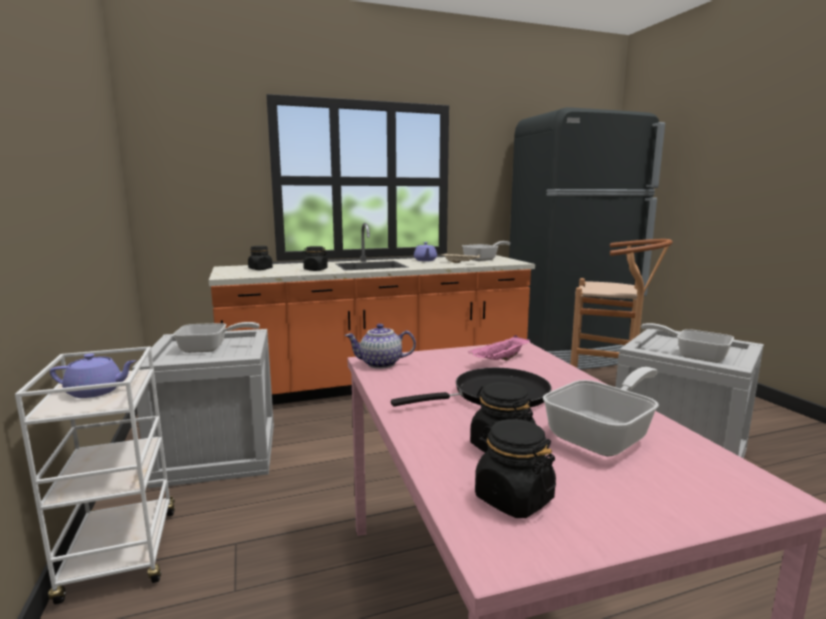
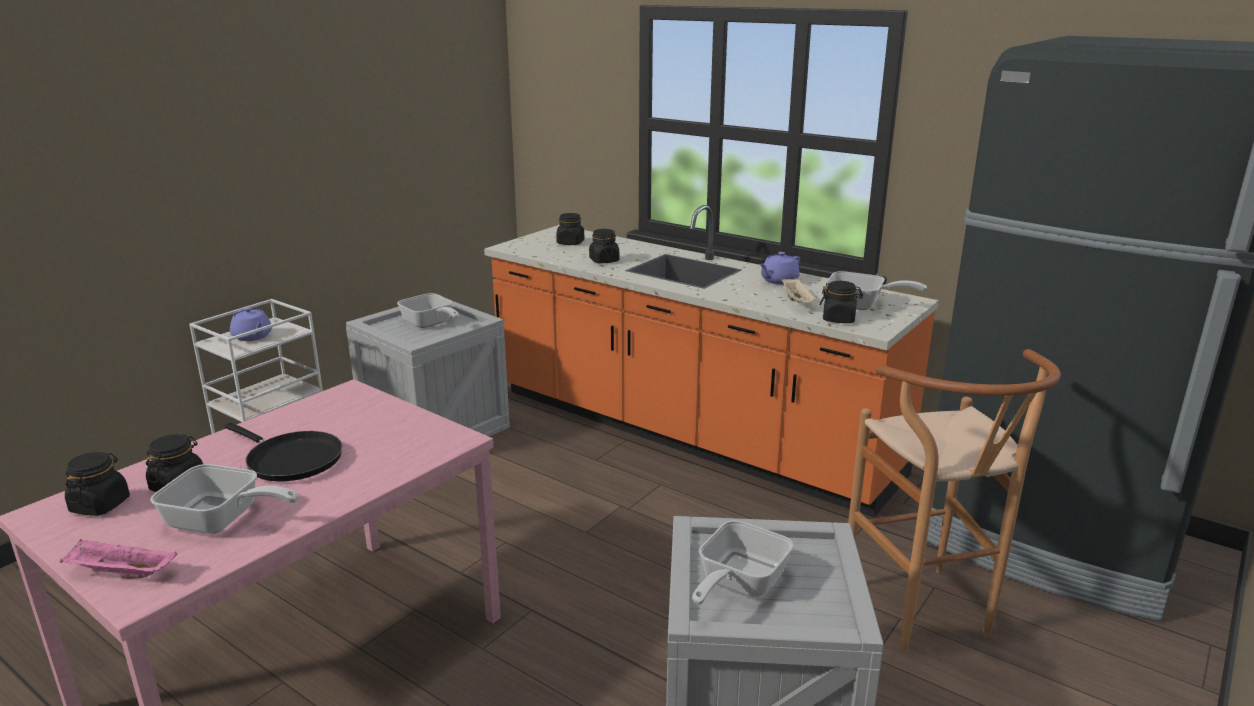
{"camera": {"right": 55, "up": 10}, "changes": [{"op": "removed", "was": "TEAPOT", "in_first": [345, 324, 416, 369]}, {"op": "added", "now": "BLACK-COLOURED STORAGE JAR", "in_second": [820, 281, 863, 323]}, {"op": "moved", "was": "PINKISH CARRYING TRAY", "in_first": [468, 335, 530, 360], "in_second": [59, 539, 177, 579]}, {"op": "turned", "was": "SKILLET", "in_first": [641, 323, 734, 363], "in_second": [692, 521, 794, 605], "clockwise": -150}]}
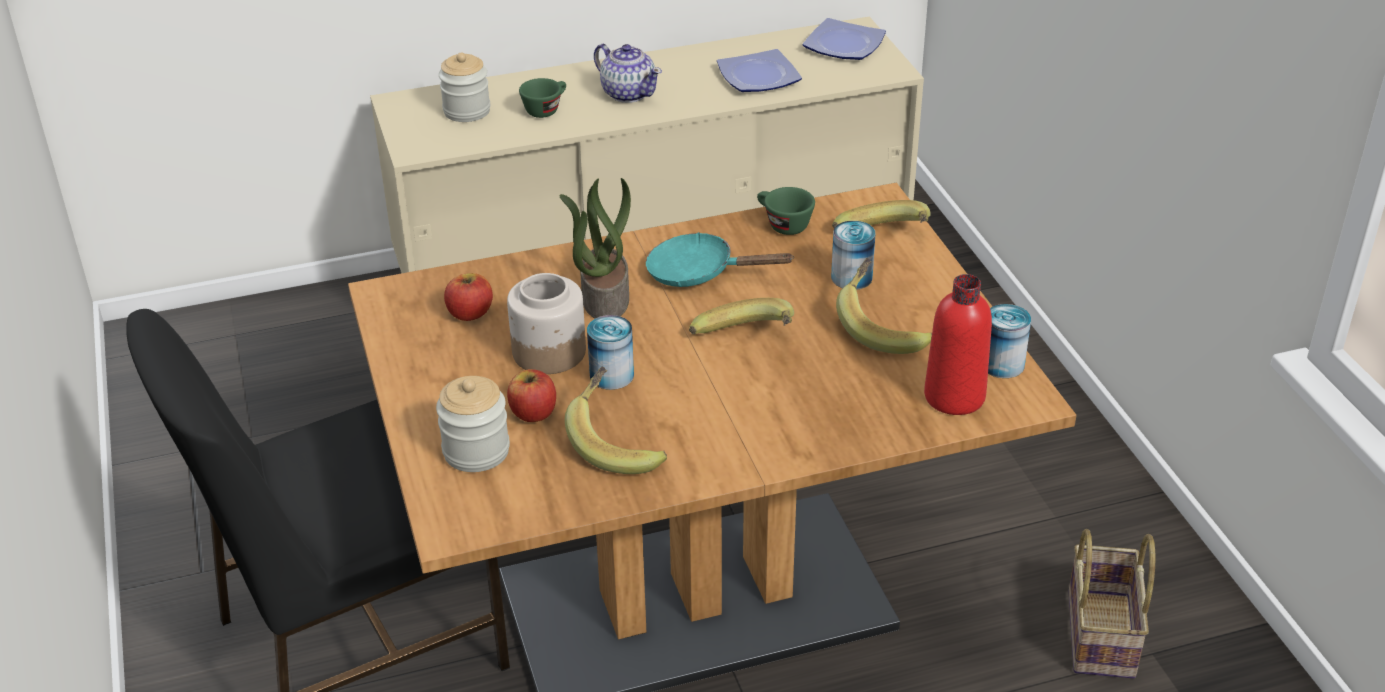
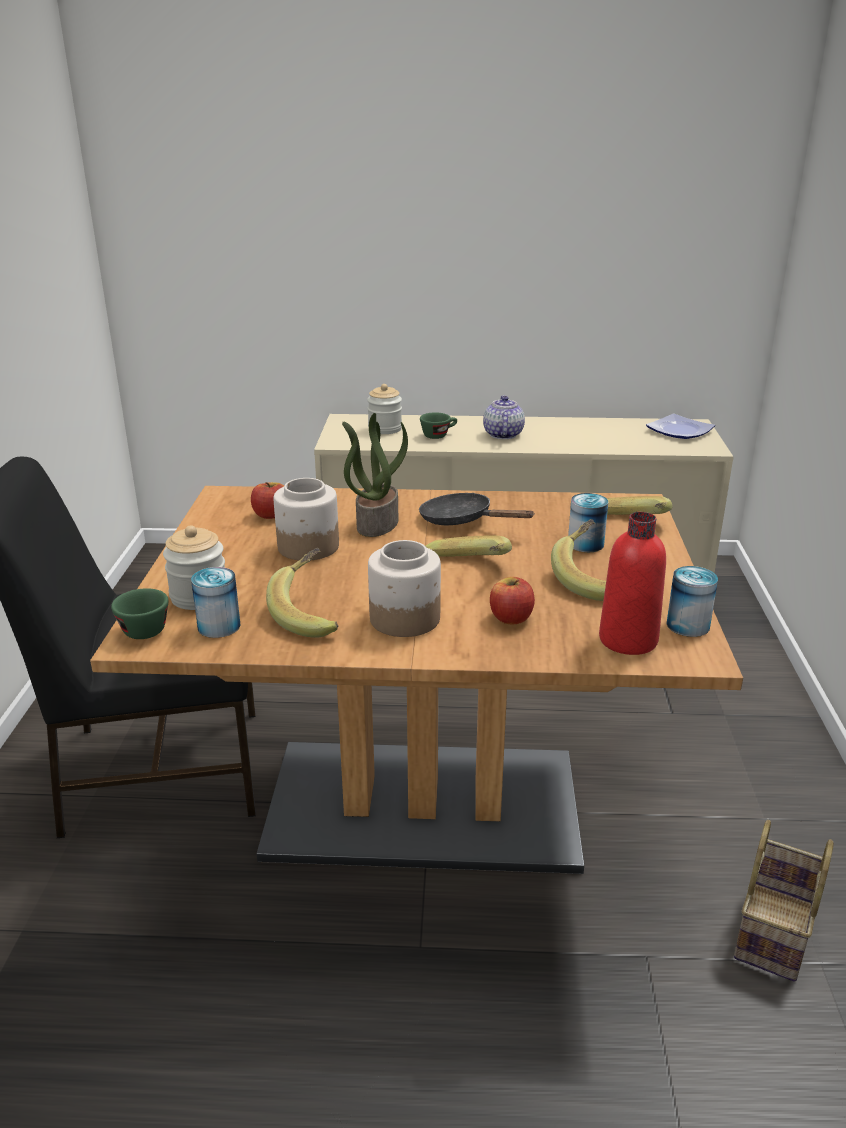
{"camera": {"right": 20, "up": -10}, "changes": [{"op": "removed", "was": "FLAT DISH", "in_first": [717, 49, 802, 92]}, {"op": "added", "now": "STORAGE JAR", "in_second": [368, 540, 441, 637]}, {"op": "moved", "was": "APPLE", "in_first": [507, 369, 556, 422], "in_second": [490, 577, 535, 624]}, {"op": "moved", "was": "METAL CAN", "in_first": [587, 315, 634, 390], "in_second": [191, 567, 241, 638]}, {"op": "moved", "was": "GREENISH DRINKING CUP", "in_first": [757, 187, 815, 235], "in_second": [111, 588, 168, 639]}, {"op": "recoloured", "was": "BLUE-GREEN SKILLET", "now": "BLACK-COLOURED SKILLET", "in_first": [646, 232, 794, 287], "in_second": [419, 493, 535, 525]}, {"op": "turned", "was": "TEAPOT", "in_first": [594, 44, 662, 103], "in_second": [483, 396, 525, 439], "clockwise": -150}]}
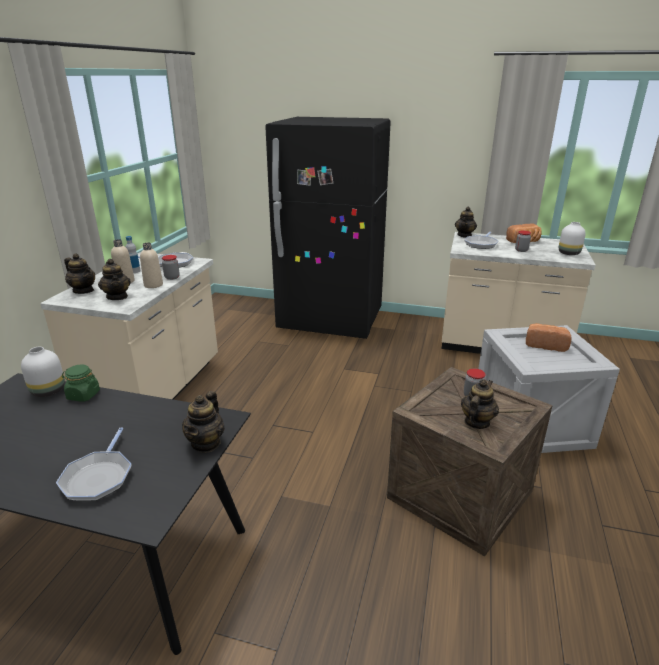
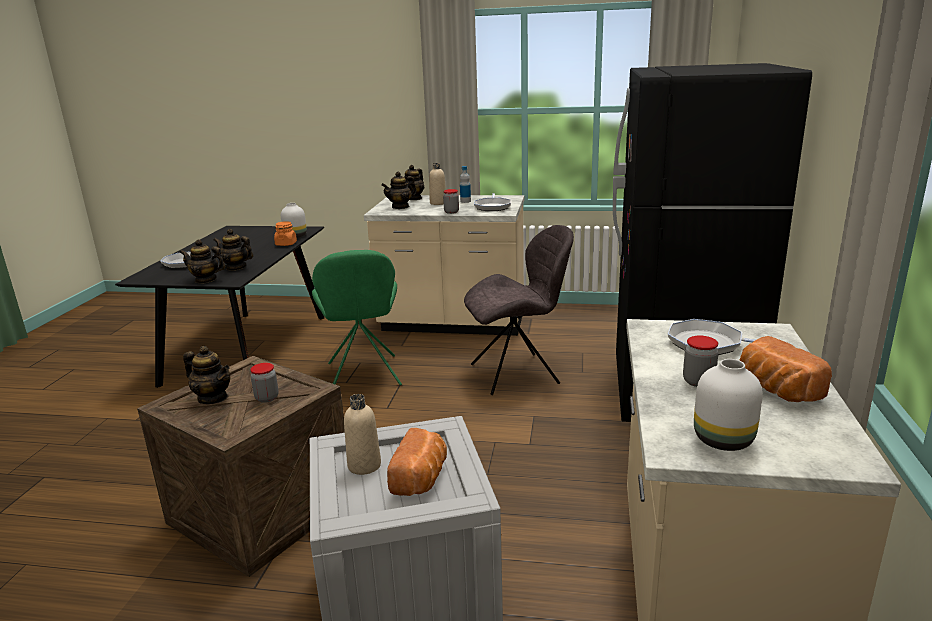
{"camera": {"right": 85, "up": -5}, "changes": [{"op": "added", "now": "GREENISH CHAIR", "in_second": [312, 250, 402, 386]}, {"op": "added", "now": "GREY CHAIR", "in_second": [464, 225, 574, 395]}, {"op": "moved", "was": "BEIGE-COLOURED DRINK BOTTLE", "in_first": [140, 243, 163, 288], "in_second": [344, 394, 381, 475]}, {"op": "moved", "was": "TEAPOT", "in_first": [455, 207, 477, 238], "in_second": [214, 229, 253, 271]}, {"op": "recoloured", "was": "GREENISH STORAGE JAR", "now": "ORANGEY STORAGE JAR", "in_first": [62, 364, 100, 401], "in_second": [274, 221, 297, 246]}]}
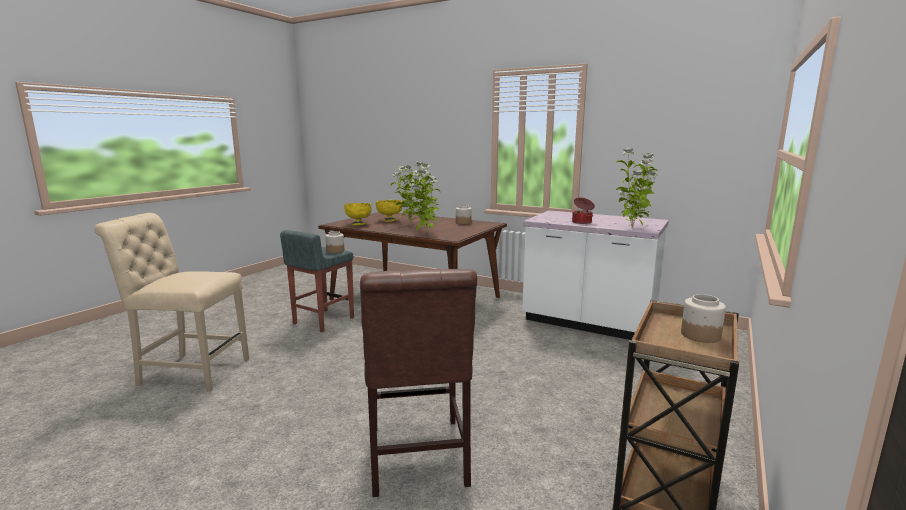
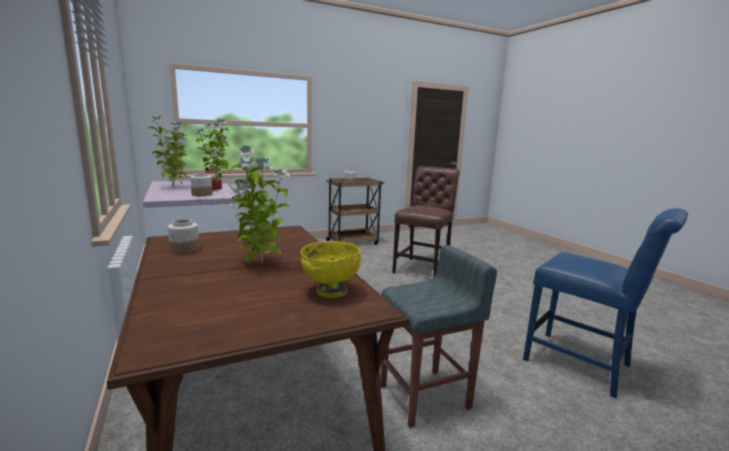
{"camera": {"right": -145, "up": 0}, "changes": [{"op": "removed", "was": "YELLOWISH SERVING BOWL", "in_first": [376, 200, 403, 222]}, {"op": "moved", "was": "STORAGE JAR", "in_first": [325, 231, 344, 253], "in_second": [190, 173, 212, 196]}, {"op": "moved", "was": "POTTED PLANT", "in_first": [408, 163, 441, 233], "in_second": [147, 115, 188, 187]}, {"op": "recoloured", "was": "BEIGE-COLOURED CHAIR", "now": "BLUISH CHAIR", "in_first": [94, 213, 249, 392], "in_second": [523, 208, 688, 398]}]}
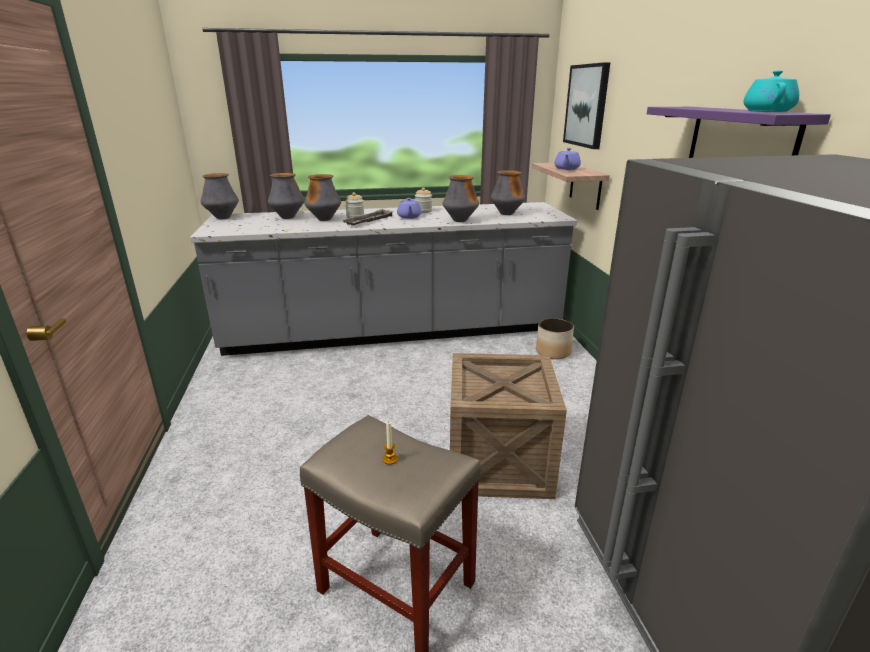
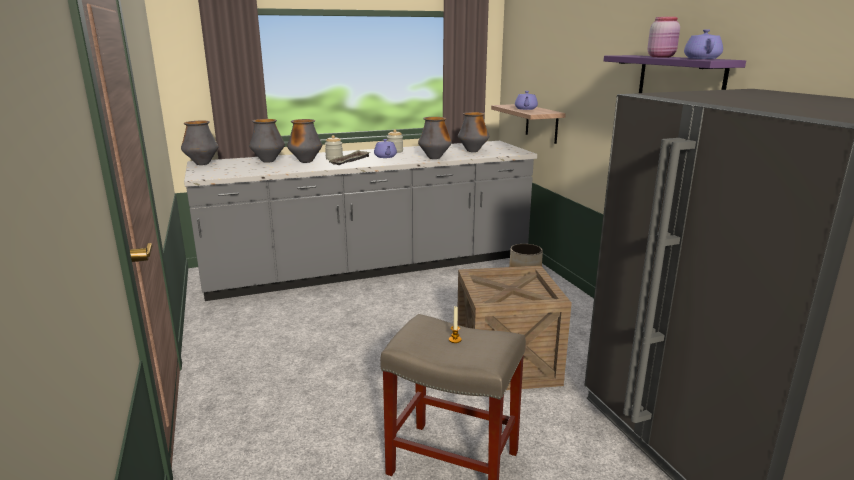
{"camera": {"right": -10, "up": -5}, "changes": [{"op": "removed", "was": "PICTURE", "in_first": [563, 62, 610, 149]}, {"op": "added", "now": "PINKISH STORAGE JAR", "in_second": [647, 17, 680, 57]}, {"op": "recoloured", "was": "BLUE-GREEN TEAPOT", "now": "PURPLISH TEAPOT", "in_first": [743, 71, 799, 112], "in_second": [684, 29, 723, 59]}]}
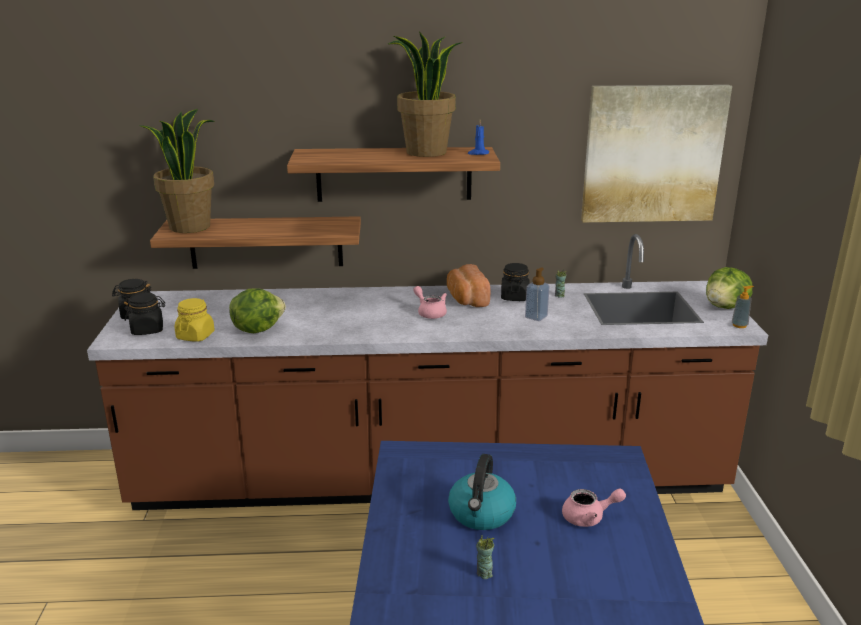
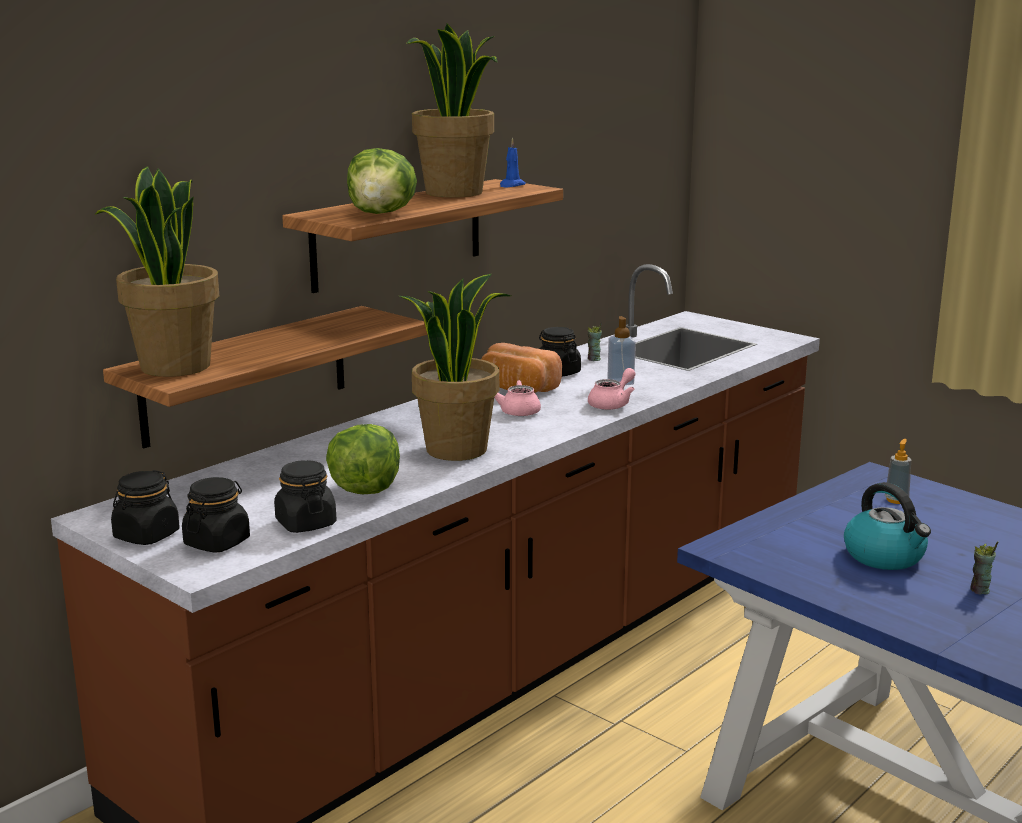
{"camera": {"right": -45, "up": -5}, "changes": [{"op": "removed", "was": "PICTURE", "in_first": [581, 85, 732, 222]}, {"op": "added", "now": "POTTED PLANT", "in_second": [399, 274, 511, 461]}, {"op": "moved", "was": "PINKISH TEAPOT", "in_first": [562, 488, 626, 527], "in_second": [588, 368, 635, 410]}, {"op": "moved", "was": "HEAD OF LETTUCE", "in_first": [706, 267, 752, 309], "in_second": [347, 148, 417, 214]}, {"op": "moved", "was": "LIQUID SOAP BOTTLE", "in_first": [732, 286, 754, 328], "in_second": [885, 439, 911, 504]}, {"op": "recoloured", "was": "YELLOWISH STORAGE JAR", "now": "BLACK-COLOURED STORAGE JAR", "in_first": [174, 298, 215, 342], "in_second": [274, 460, 337, 533]}]}
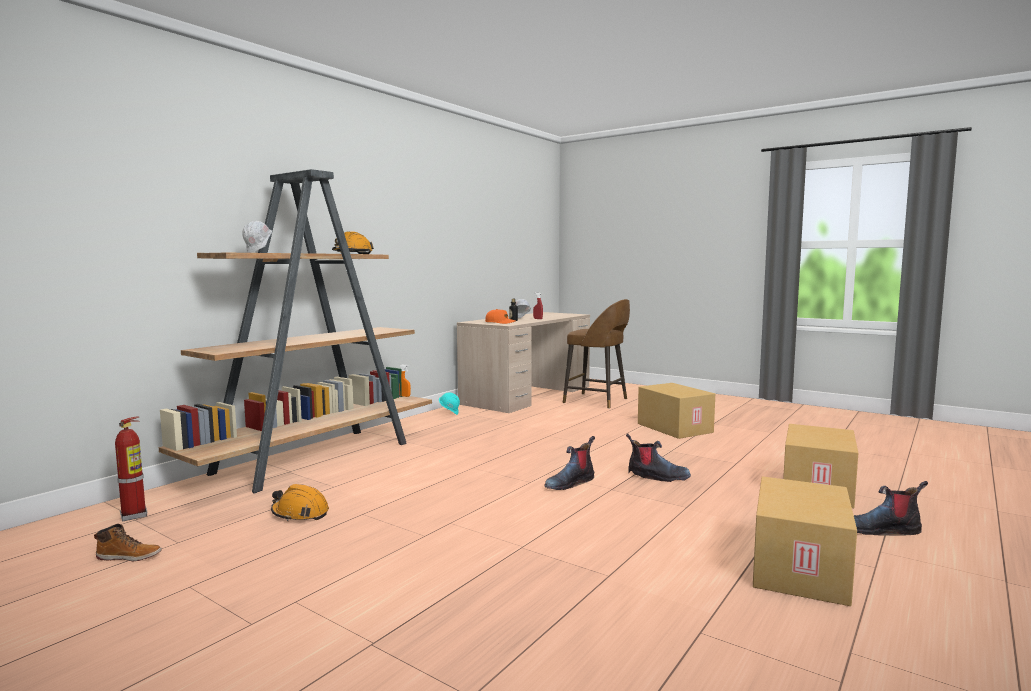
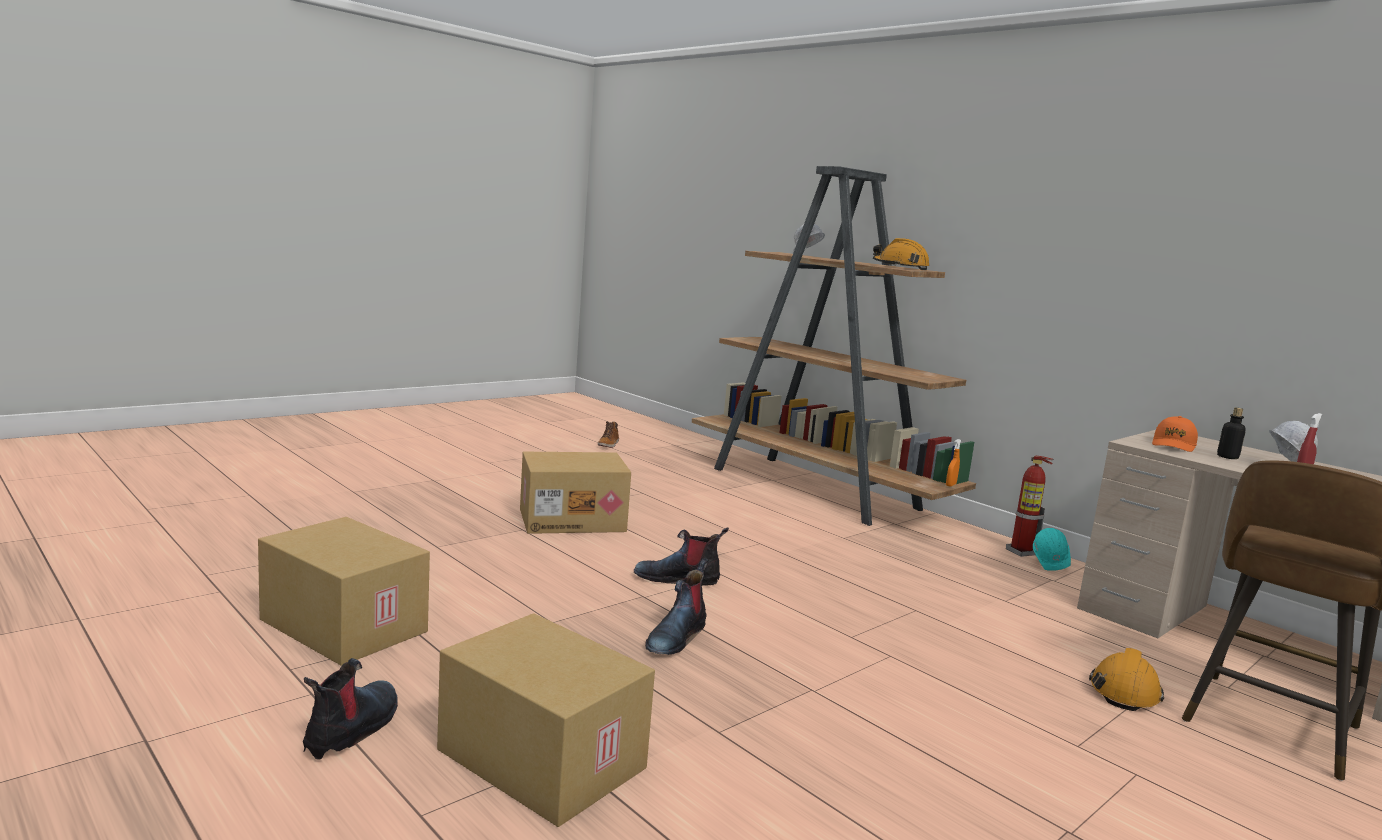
{"camera": {"right": 100, "up": 5}, "changes": [{"op": "moved", "was": "EXTINGUISHER", "in_first": [115, 416, 147, 521], "in_second": [1006, 455, 1053, 557]}, {"op": "moved", "was": "ORANGEY HARD HAT", "in_first": [271, 484, 329, 521], "in_second": [1089, 648, 1164, 711]}, {"op": "moved", "was": "CARDBOARD BOX", "in_first": [638, 383, 715, 439], "in_second": [520, 452, 631, 534]}, {"op": "turned", "was": "TALL BOOT", "in_first": [544, 436, 595, 490], "in_second": [634, 527, 729, 586], "clockwise": -60}]}
